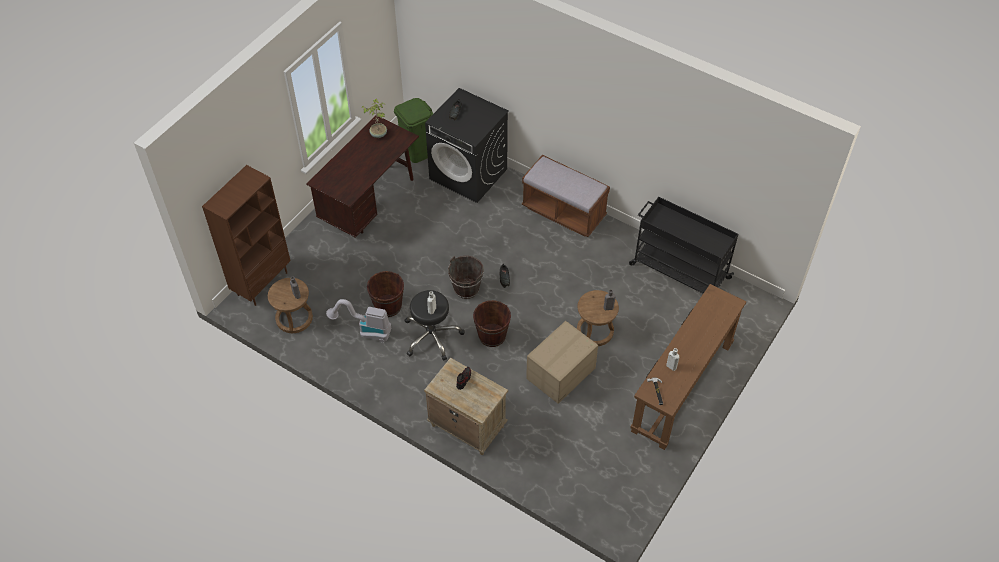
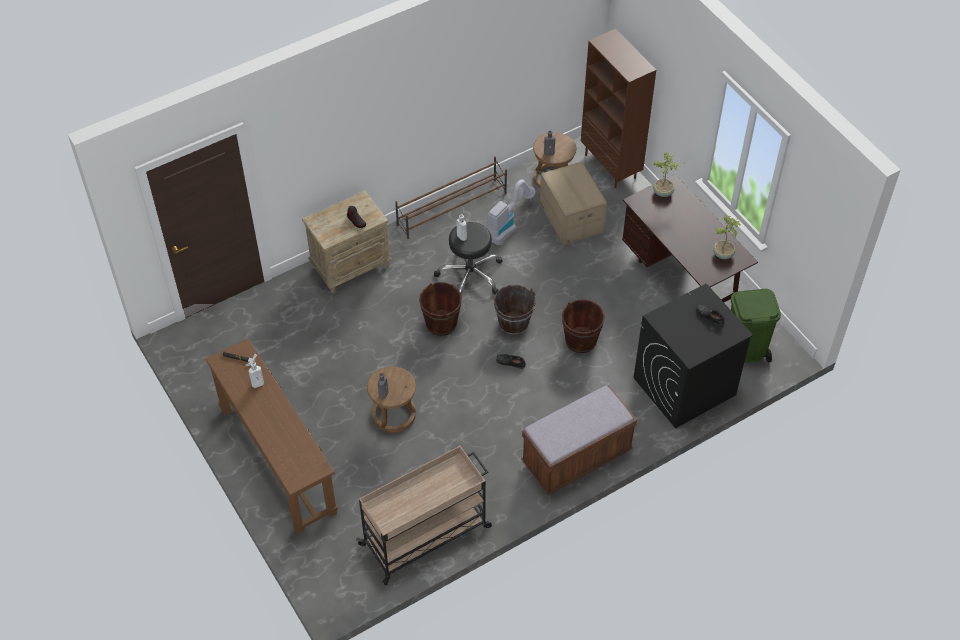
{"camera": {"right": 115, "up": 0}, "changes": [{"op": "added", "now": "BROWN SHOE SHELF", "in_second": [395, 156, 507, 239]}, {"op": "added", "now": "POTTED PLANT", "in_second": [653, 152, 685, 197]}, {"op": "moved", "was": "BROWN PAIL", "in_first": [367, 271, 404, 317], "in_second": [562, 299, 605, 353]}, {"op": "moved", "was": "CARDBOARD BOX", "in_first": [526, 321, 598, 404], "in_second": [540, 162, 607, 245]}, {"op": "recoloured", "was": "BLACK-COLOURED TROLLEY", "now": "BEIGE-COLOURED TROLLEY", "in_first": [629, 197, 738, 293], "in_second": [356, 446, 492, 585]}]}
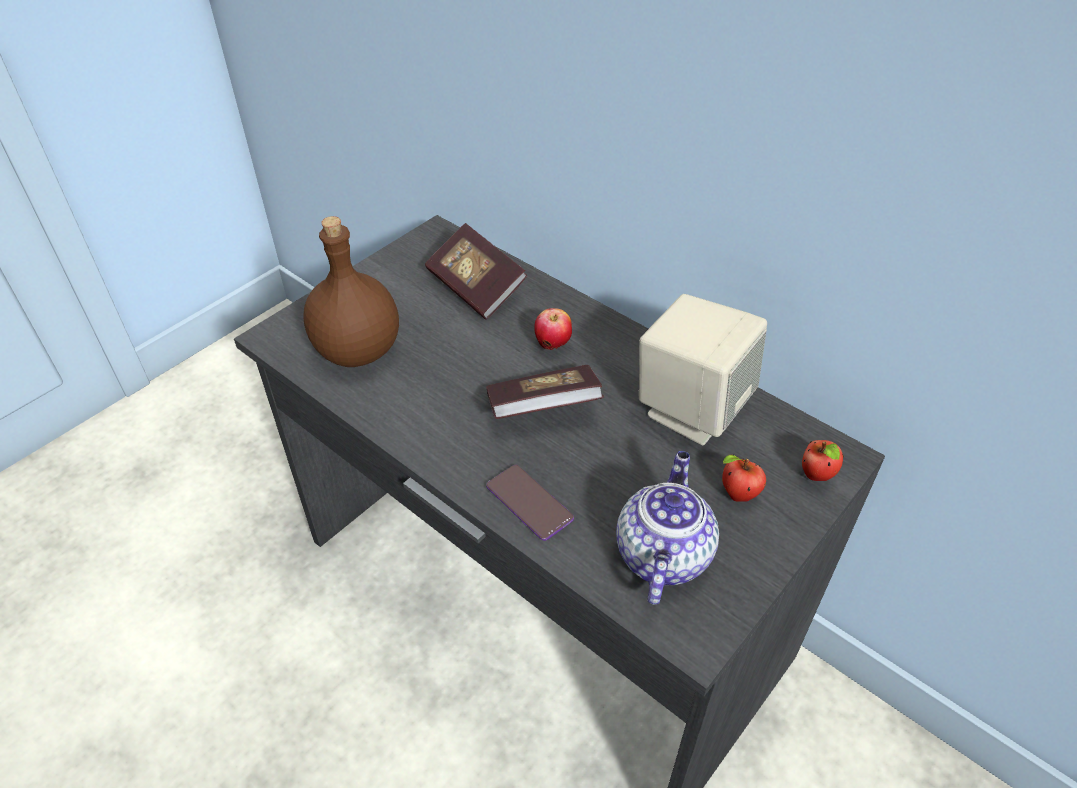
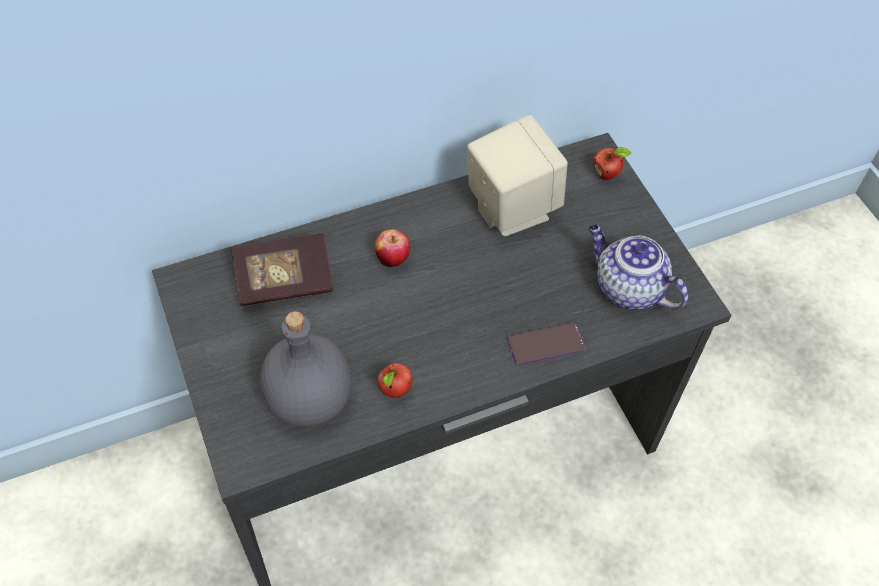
{"camera": {"right": -65, "up": 10}, "changes": [{"op": "removed", "was": "VOLUME", "in_first": [486, 365, 605, 419]}, {"op": "moved", "was": "APPLE", "in_first": [722, 455, 766, 502], "in_second": [377, 363, 413, 398]}, {"op": "recoloured", "was": "BROWN DRINK BOTTLE", "now": "GREY DRINK BOTTLE", "in_first": [304, 216, 399, 367], "in_second": [260, 311, 351, 426]}]}
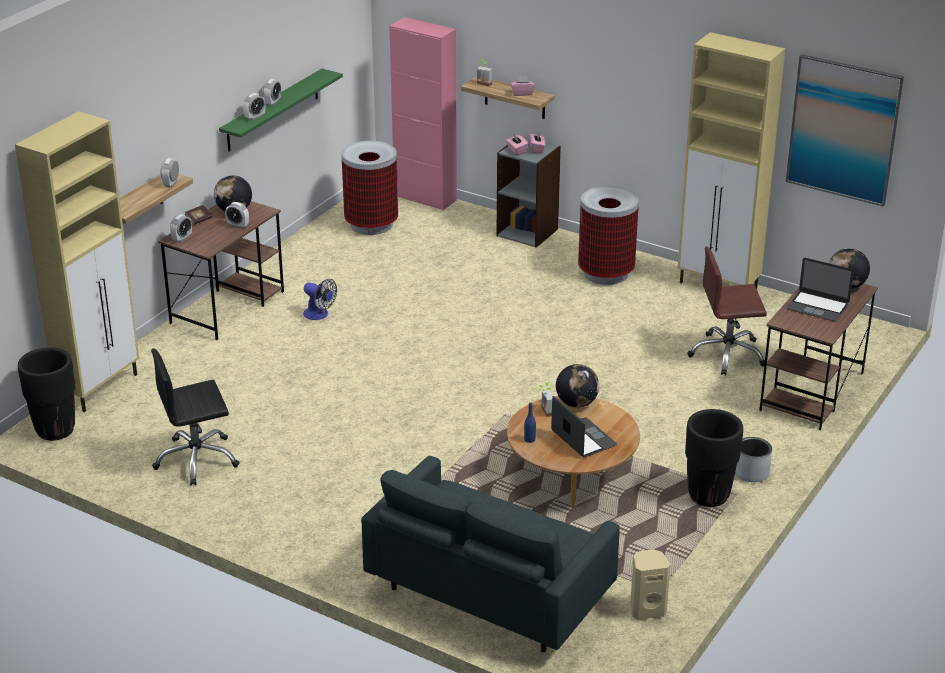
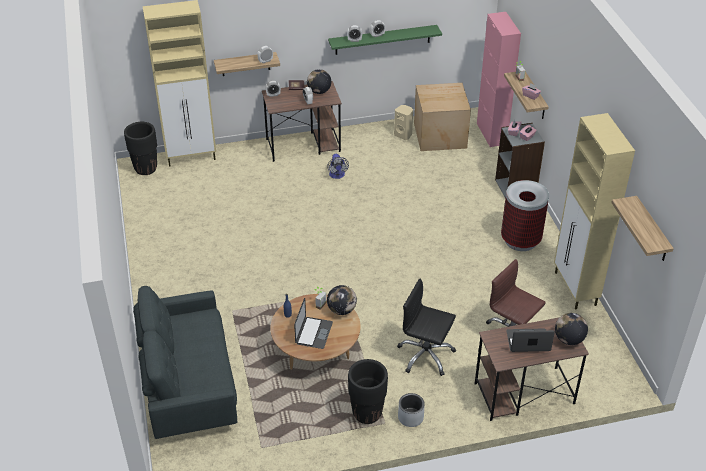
{"camera": {"right": 45, "up": 10}, "changes": [{"op": "moved", "was": "BLACK-COLOURED DESK CHAIR", "in_first": [151, 348, 240, 485], "in_second": [397, 278, 456, 376]}, {"op": "moved", "was": "BEIGE-COLOURED AUDIO SPEAKER", "in_first": [630, 549, 671, 620], "in_second": [394, 105, 413, 140]}, {"op": "replaced", "was": "WASTE BIN", "now": "CARDBOARD BOX", "in_first": [341, 141, 398, 235], "in_second": [414, 83, 471, 151]}, {"op": "replaced", "was": "PICTURE", "now": "BRACKET SHELF", "in_first": [786, 54, 904, 207], "in_second": [611, 196, 674, 261]}, {"op": "turned", "was": "PORTABLE COMPUTER", "in_first": [787, 258, 854, 322], "in_second": [506, 328, 555, 352], "clockwise": 105}]}
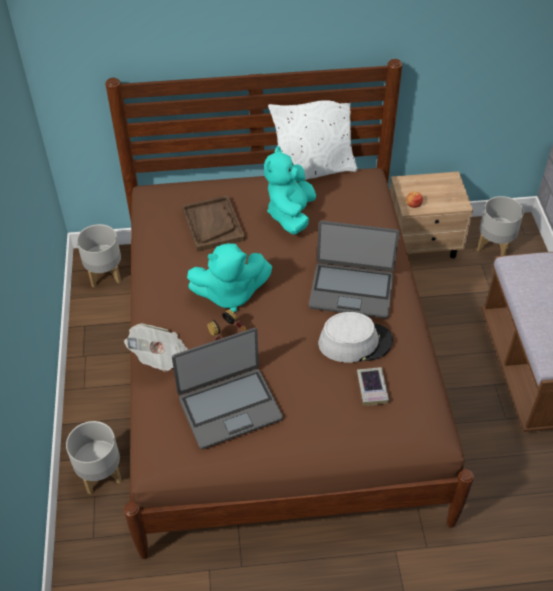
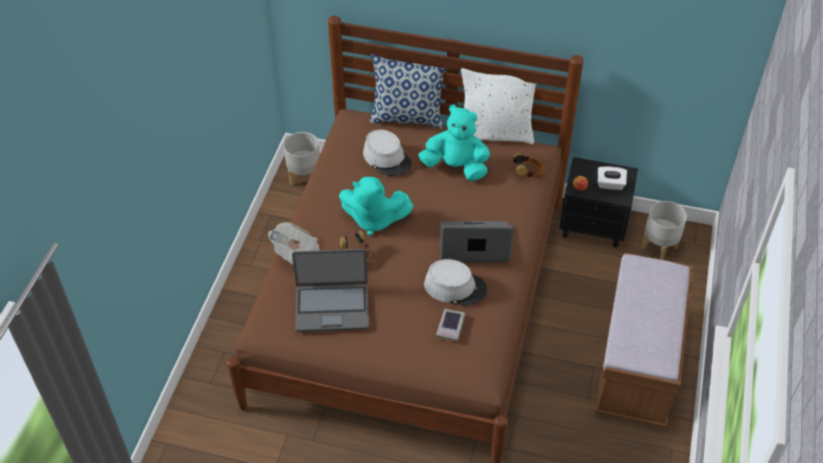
{"camera": {"right": 20, "up": 0}, "changes": [{"op": "removed", "was": "GREY PLANTER", "in_first": [66, 421, 122, 494]}, {"op": "added", "now": "CUSHION", "in_second": [370, 54, 446, 129]}, {"op": "added", "now": "HEADPHONES", "in_second": [513, 152, 545, 179]}, {"op": "added", "now": "WHITISH BOX OF TISSUES", "in_second": [598, 166, 627, 190]}, {"op": "replaced", "was": "BROWN CARRYING TRAY", "now": "GREY CLOTHING HAT", "in_first": [182, 195, 245, 252], "in_second": [363, 130, 412, 176]}, {"op": "recoloured", "was": "BEIGE-COLOURED NIGHT TABLE", "now": "BLACK-COLOURED NIGHT TABLE", "in_first": [390, 171, 473, 258], "in_second": [559, 157, 638, 247]}, {"op": "turned", "was": "BLUE-GREEN PLUSH TOY", "in_first": [264, 146, 316, 234], "in_second": [418, 104, 490, 181], "clockwise": 75}, {"op": "turned", "was": "PORTABLE COMPUTER", "in_first": [309, 221, 399, 318], "in_second": [440, 221, 514, 262], "clockwise": 150}]}
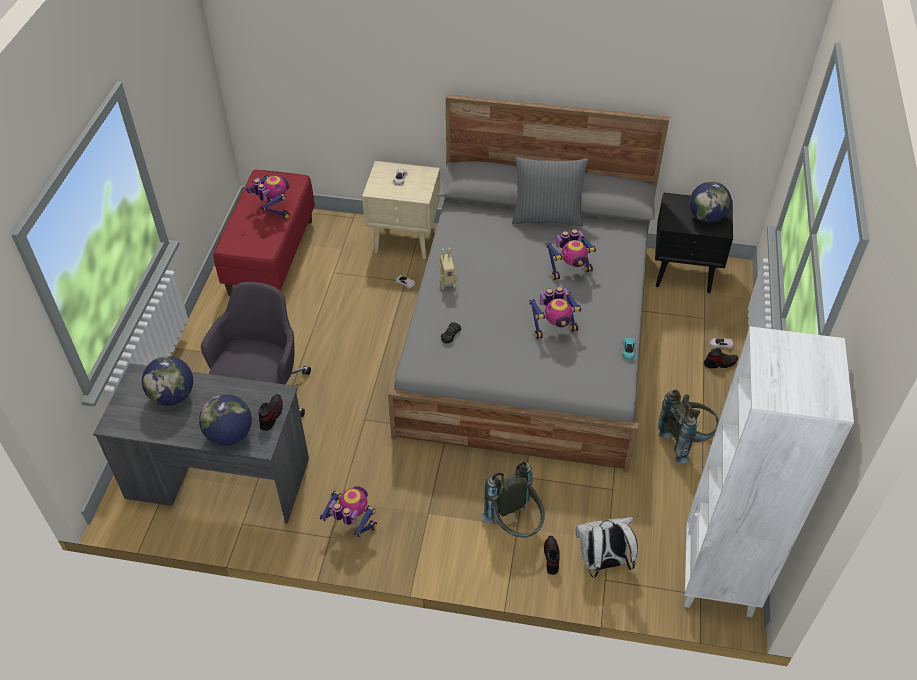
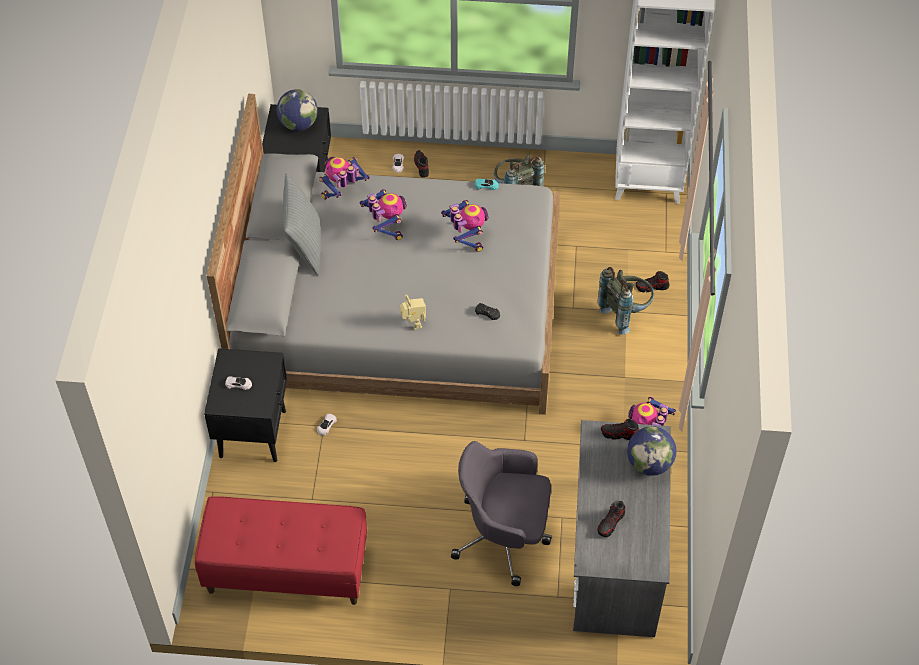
{"camera": {"right": -95, "up": 5}, "changes": [{"op": "removed", "was": "WHITISH KNAPSACK", "in_first": [576, 517, 638, 578]}, {"op": "moved", "was": "TOY ROBOT", "in_first": [246, 175, 290, 219], "in_second": [319, 157, 370, 200]}, {"op": "replaced", "was": "GLOBE", "now": "LOW SHOE", "in_first": [142, 356, 193, 406], "in_second": [597, 501, 625, 537]}, {"op": "recoloured", "was": "BEIGE-COLOURED NIGHT TABLE", "now": "BLACK-COLOURED NIGHT TABLE", "in_first": [362, 161, 440, 259], "in_second": [204, 348, 287, 462]}]}
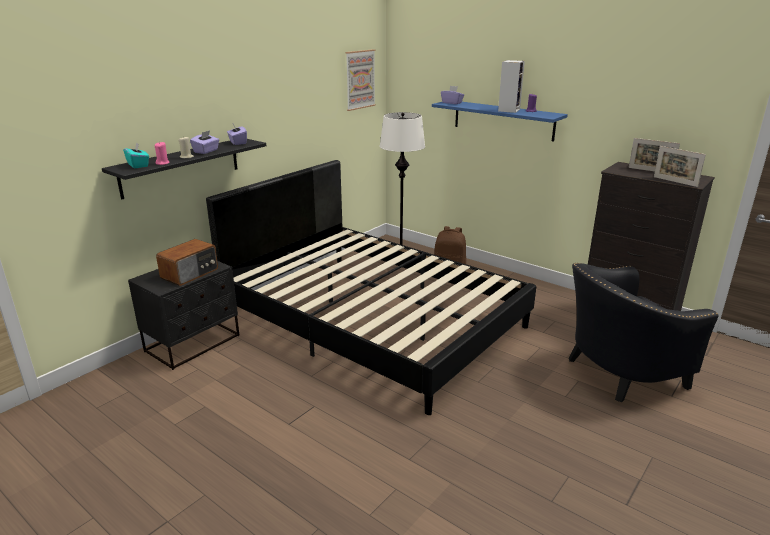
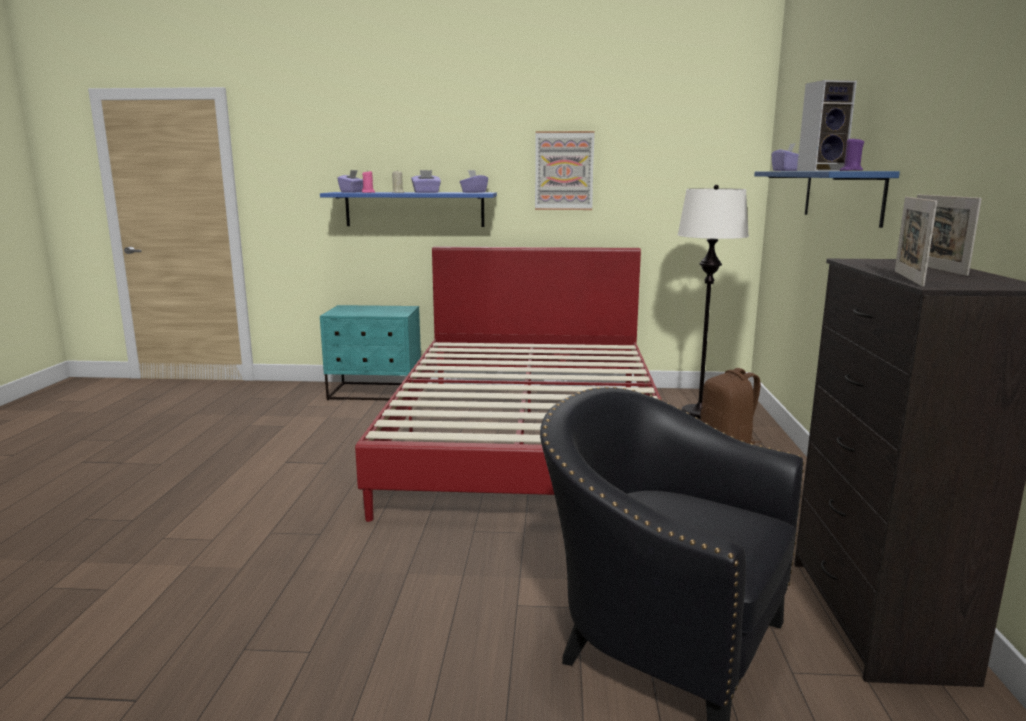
{"camera": {"right": 55, "up": -10}, "changes": [{"op": "removed", "was": "RADIO RECEIVER", "in_first": [156, 239, 218, 286]}, {"op": "moved", "was": "PICTURE", "in_first": [345, 49, 376, 111], "in_second": [535, 131, 595, 210]}, {"op": "recoloured", "was": "BLACK-COLOURED BRACKET SHELF", "now": "BLUISH BRACKET SHELF", "in_first": [102, 139, 266, 200], "in_second": [320, 192, 497, 227]}, {"op": "recoloured", "was": "BLUE-GREEN BOX OF TISSUES", "now": "PURPLISH BOX OF TISSUES", "in_first": [123, 142, 149, 169], "in_second": [337, 170, 363, 193]}, {"op": "recoloured", "was": "BLACK-COLOURED NIGHT TABLE", "now": "BLUE-GREEN NIGHT TABLE", "in_first": [128, 261, 239, 370], "in_second": [320, 305, 421, 400]}, {"op": "recoloured", "was": "BLACK-COLOURED BED", "now": "RED BED", "in_first": [206, 160, 536, 415], "in_second": [355, 247, 662, 522]}]}
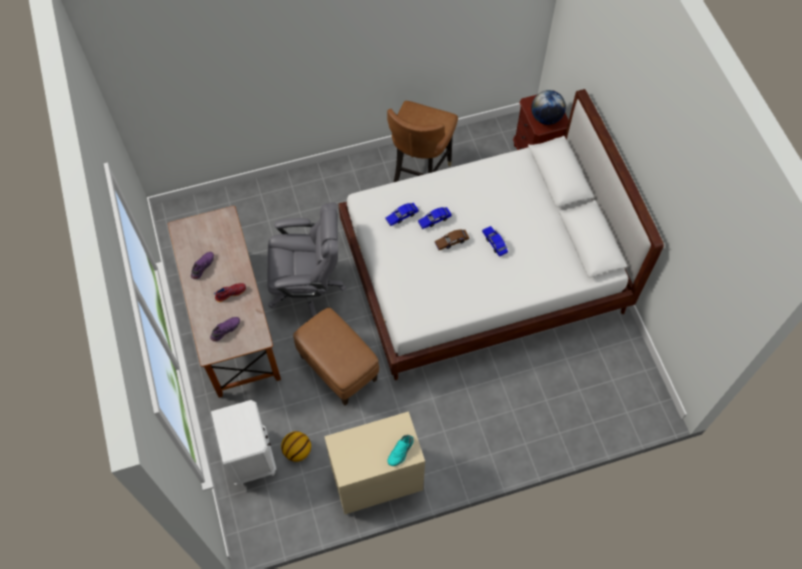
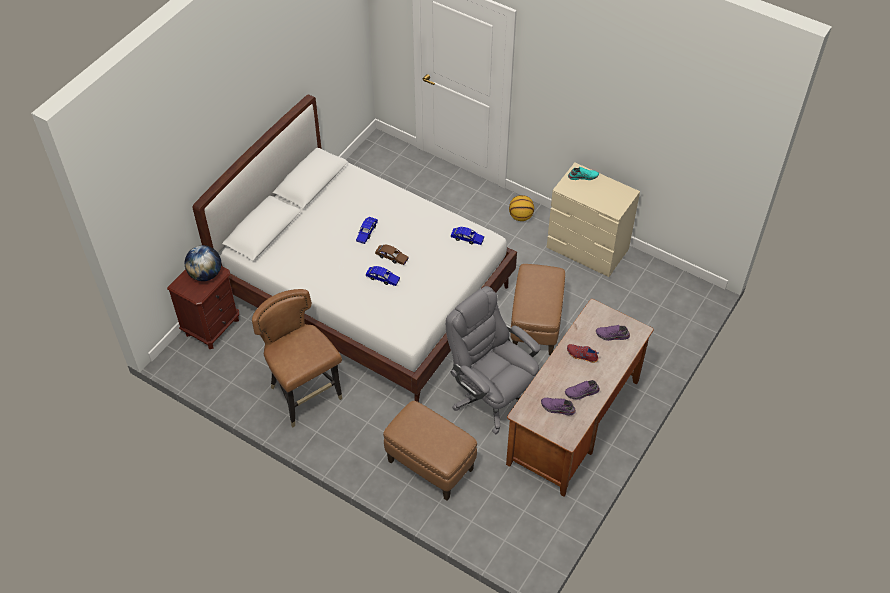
{"camera": {"right": -130, "up": -10}, "changes": [{"op": "removed", "was": "WHITISH NIGHT TABLE", "in_first": [211, 400, 276, 486]}, {"op": "added", "now": "BROWN POUFFE", "in_second": [383, 401, 477, 501]}, {"op": "added", "now": "PURPLISH LOW SHOE", "in_second": [541, 398, 576, 416]}, {"op": "moved", "was": "BALL FOR BASKETBALL", "in_first": [281, 431, 311, 462], "in_second": [509, 195, 534, 221]}, {"op": "moved", "was": "BLUISH TOY CAR", "in_first": [386, 203, 419, 226], "in_second": [451, 227, 484, 245]}, {"op": "turned", "was": "BROWN CHAIR", "in_first": [387, 101, 458, 182], "in_second": [252, 289, 342, 427], "clockwise": -105}]}
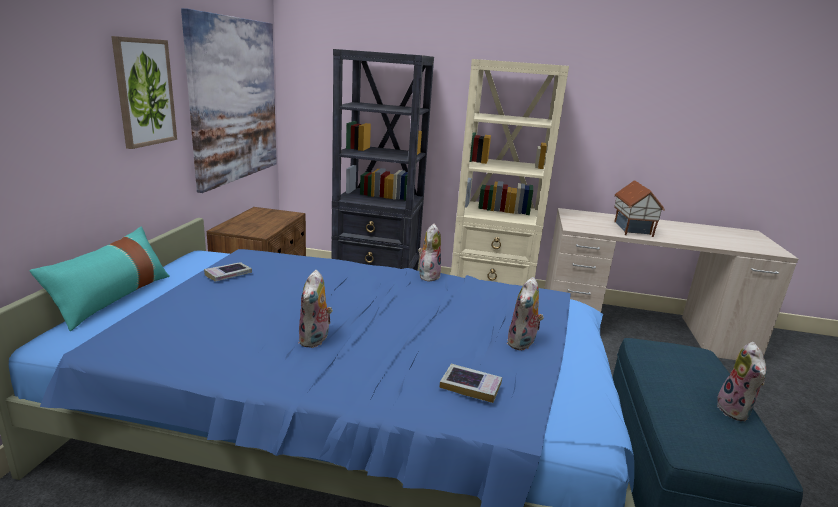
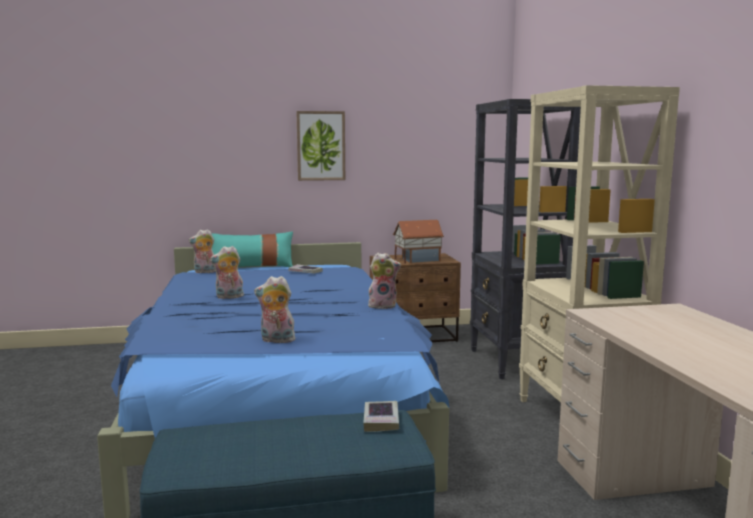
{"camera": {"right": 70, "up": -10}, "changes": [{"op": "removed", "was": "PICTURE", "in_first": [181, 8, 277, 193]}, {"op": "moved", "was": "VOLUME", "in_first": [440, 364, 502, 403], "in_second": [363, 401, 400, 432]}, {"op": "moved", "was": "TOY HOUSE", "in_first": [614, 180, 665, 237], "in_second": [393, 220, 444, 263]}, {"op": "moved", "was": "PLUSH TOY", "in_first": [717, 342, 767, 421], "in_second": [189, 229, 216, 273]}]}
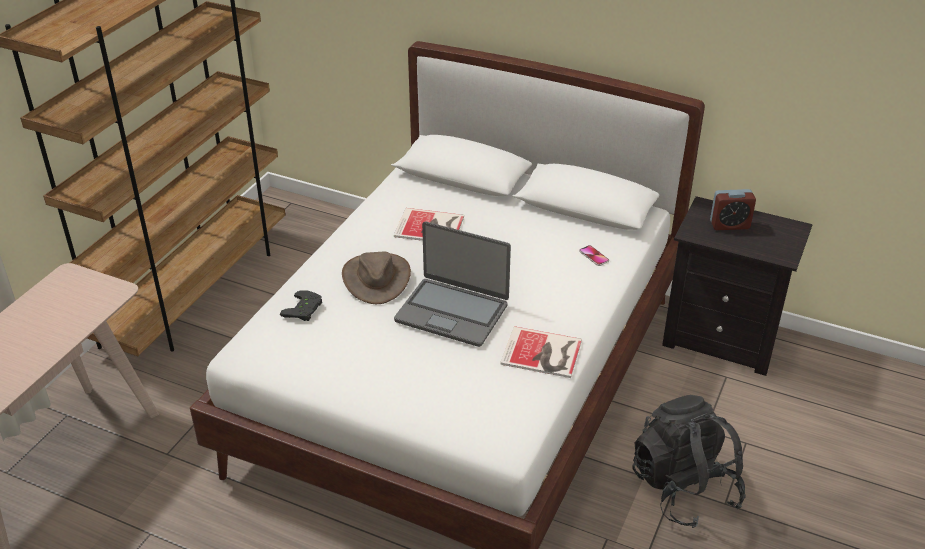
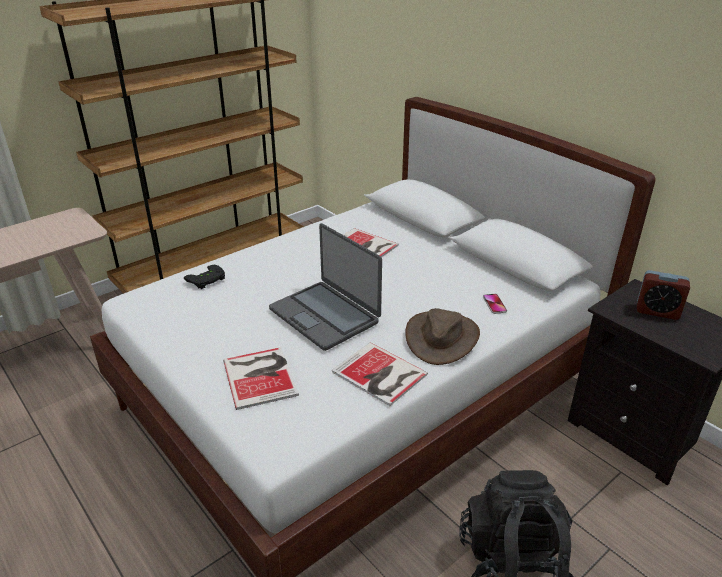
{"camera": {"right": 25, "up": -5}, "changes": [{"op": "added", "now": "VOLUME", "in_second": [223, 347, 299, 410]}, {"op": "moved", "was": "BROWN CLOTHING HAT", "in_first": [342, 251, 411, 304], "in_second": [405, 308, 480, 365]}]}
